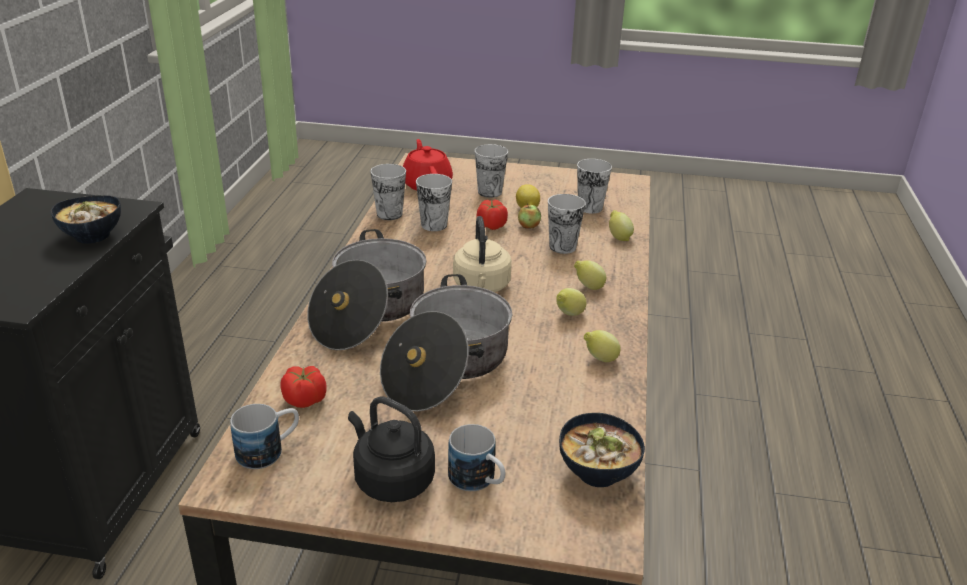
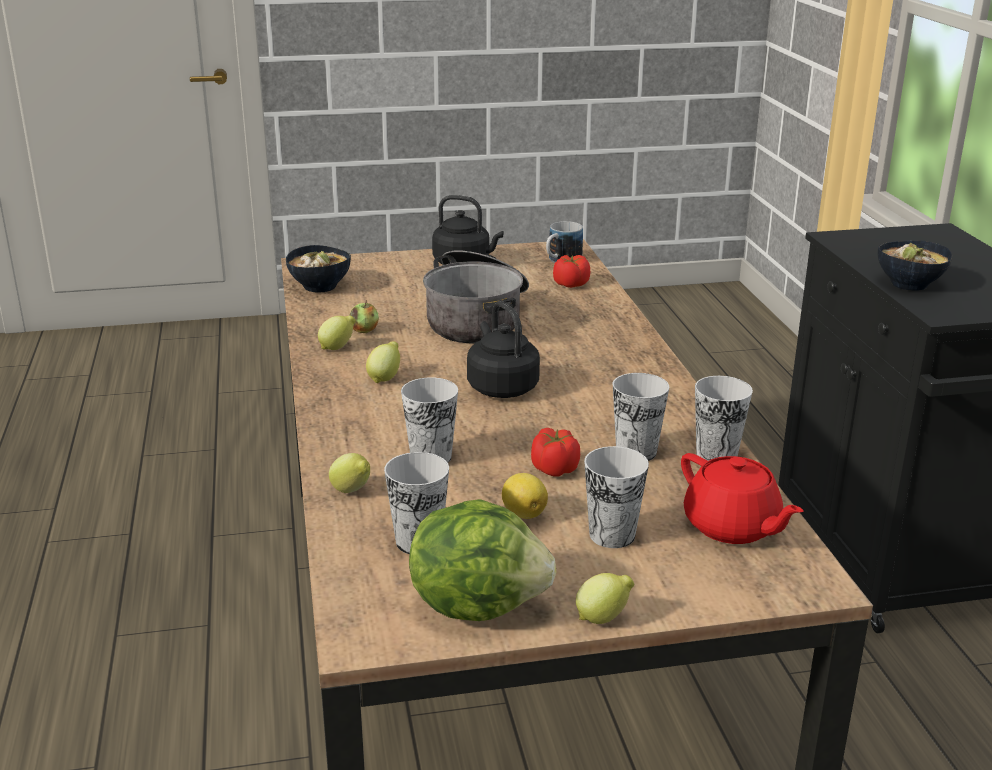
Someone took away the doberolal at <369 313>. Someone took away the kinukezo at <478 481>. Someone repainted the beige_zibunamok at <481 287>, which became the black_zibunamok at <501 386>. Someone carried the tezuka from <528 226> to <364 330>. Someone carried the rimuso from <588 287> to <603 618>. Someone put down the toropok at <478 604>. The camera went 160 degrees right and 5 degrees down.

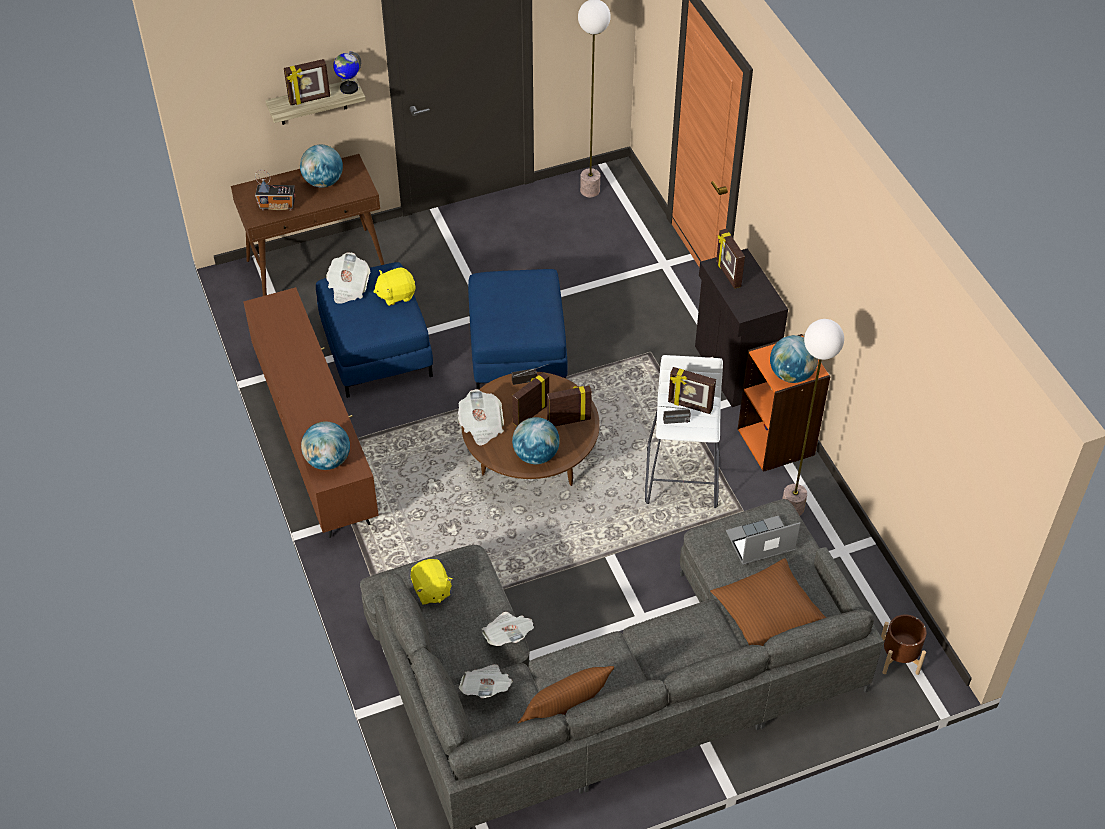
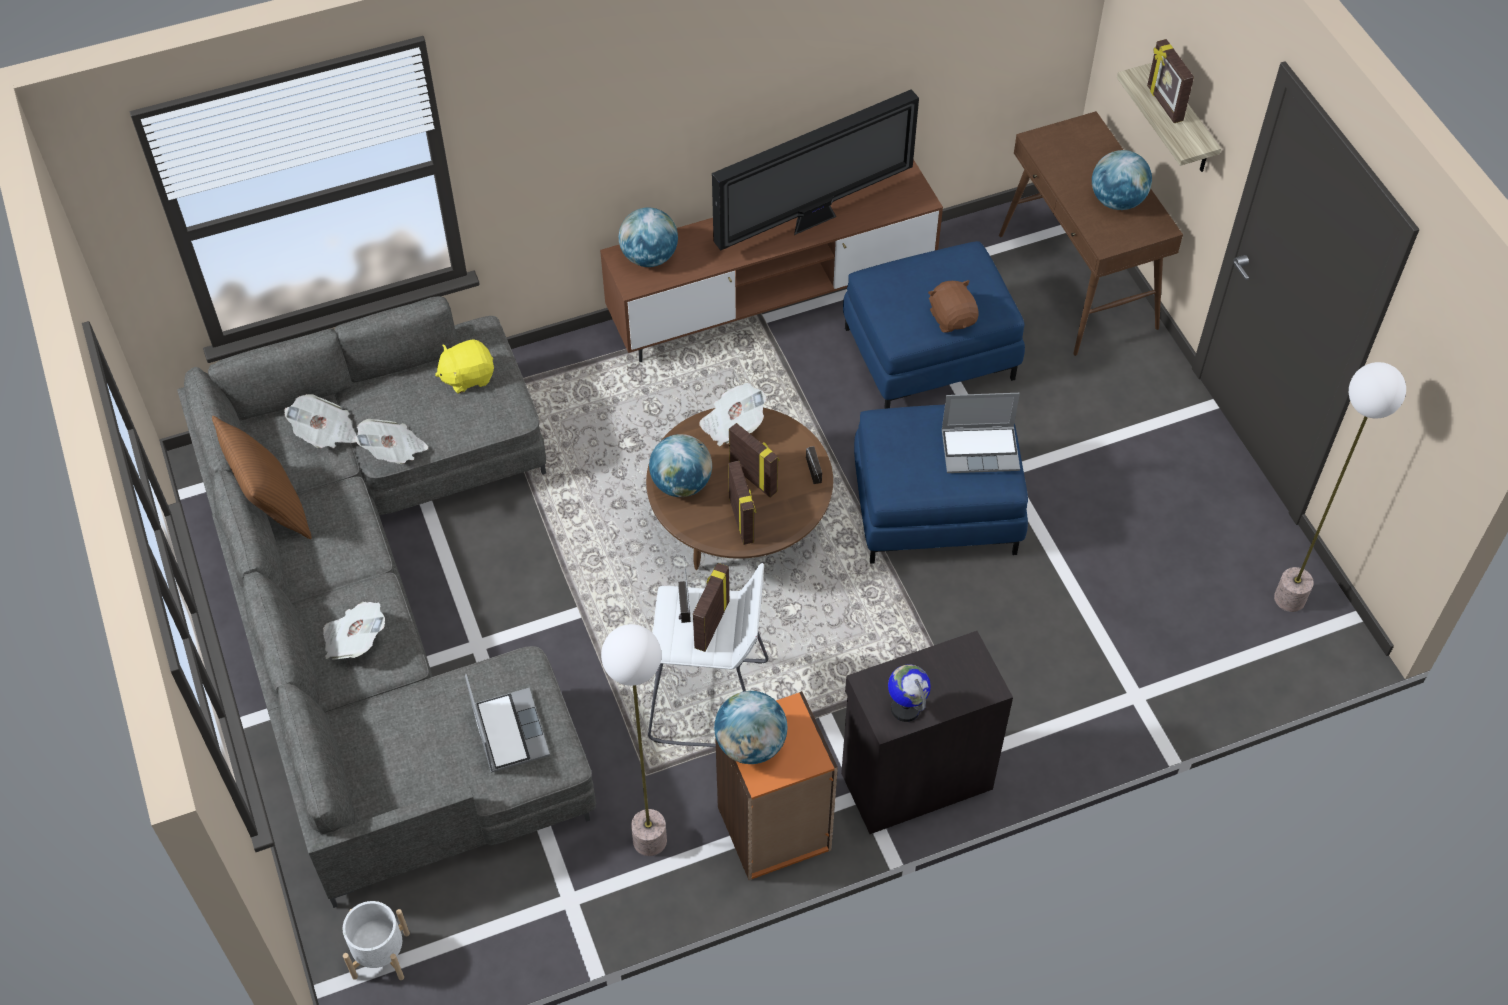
Someone took away the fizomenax at <277 206>. Someone carried the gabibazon from <348 288> to <355 640>. Someone carried the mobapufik from <348 88> to <905 708>. Someone repainted the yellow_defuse at <396 295>, which became the brown_defuse at <952 318>. Someone took away the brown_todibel at <768 614>. Someone took away the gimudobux at <727 274>. Someone repainted the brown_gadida at <899 658>, which became the white_gadida at <381 955>. Someone put down the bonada at <814 220>. Someone put down the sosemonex at <981 449>. The camera went 90 degrees right and 5 degrees up.

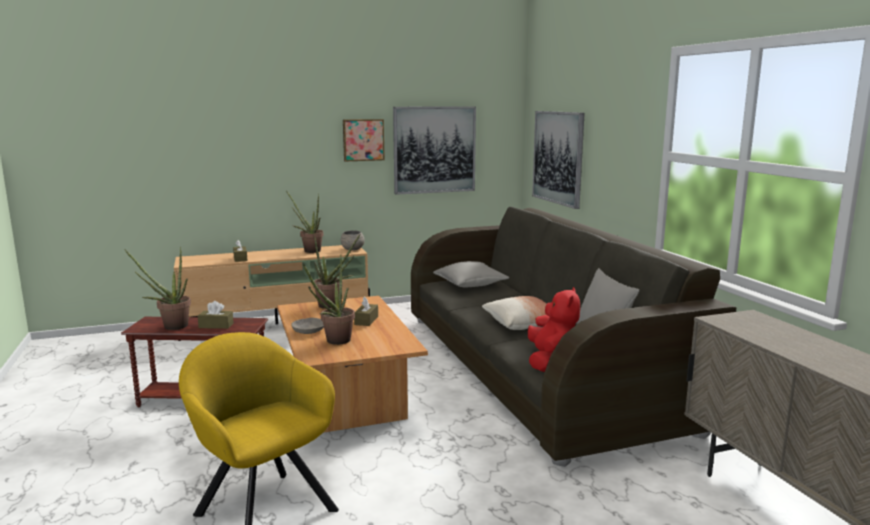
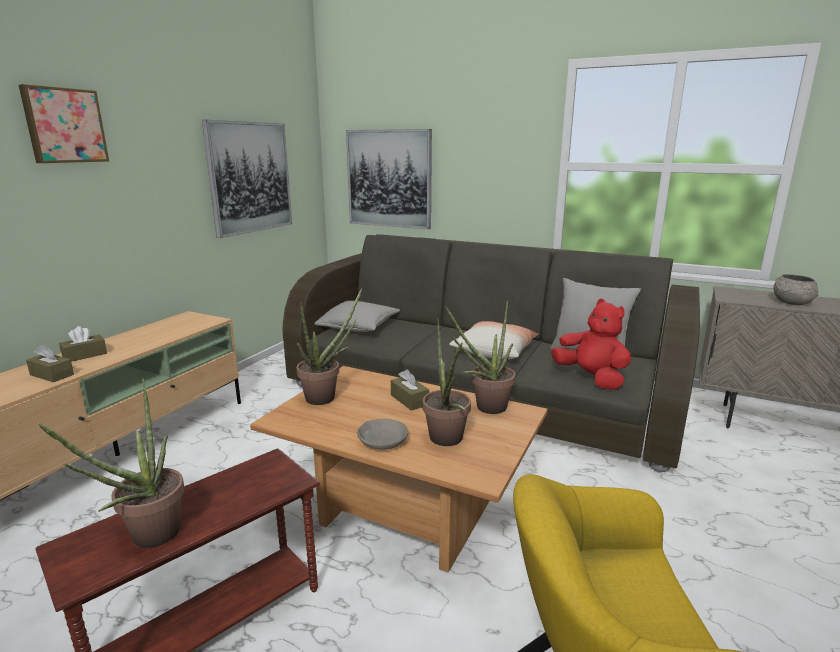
Someone carried the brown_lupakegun from <216 325> to <85 355>. Someone carried the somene from <309 250> to <485 408>. Someone carried the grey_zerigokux from <353 249> to <791 303>. Someone carried the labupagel from <363 140> to <64 125>. The camera went 45 degrees left and 5 degrees up.

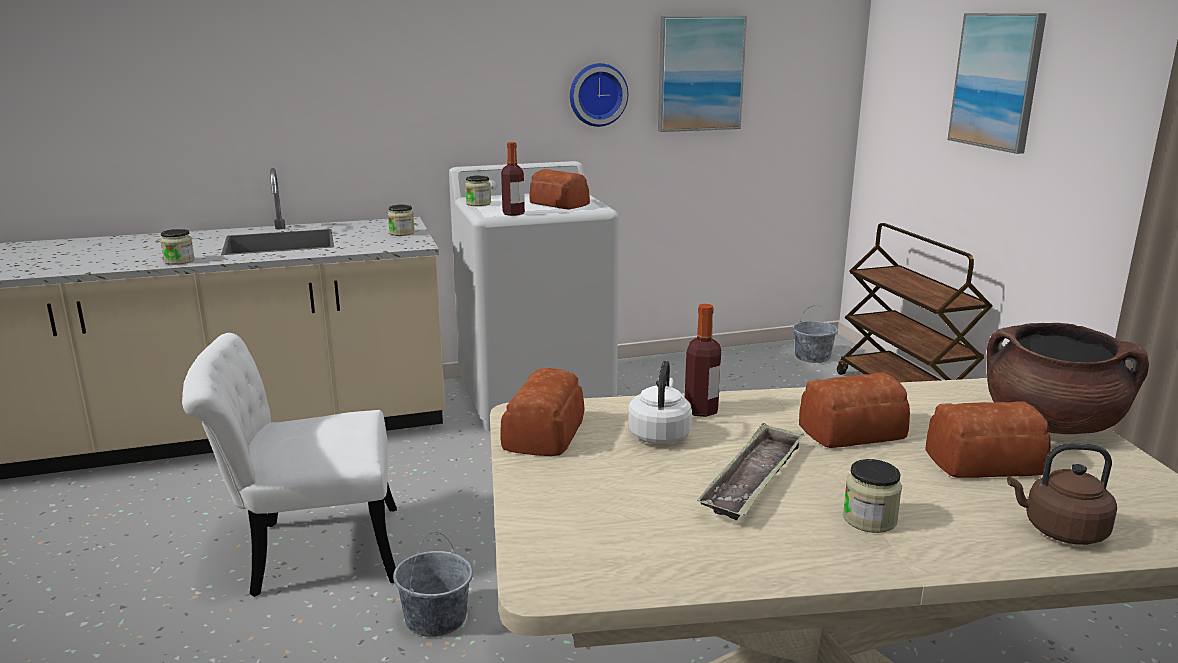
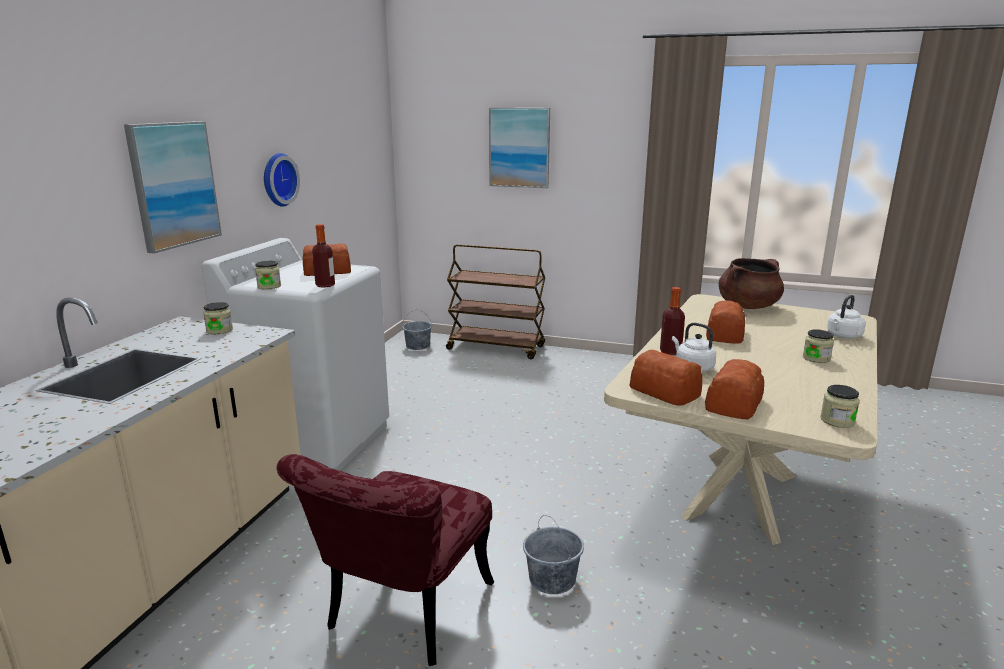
Someone carried the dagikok from <179 261> to <837 421>. Someone repainted the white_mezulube at <308 553>, which became the red_mezulube at <402 617>. Someone carried the labupagel from <700 73> to <174 184>. Someone took away the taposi at <753 479>. Someone carried the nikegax from <980 461> to <732 404>. Someone repainted the brown_zibunamok at <1060 531>, which became the white_zibunamok at <843 336>. The camera went 55 degrees left and 0 degrees up.

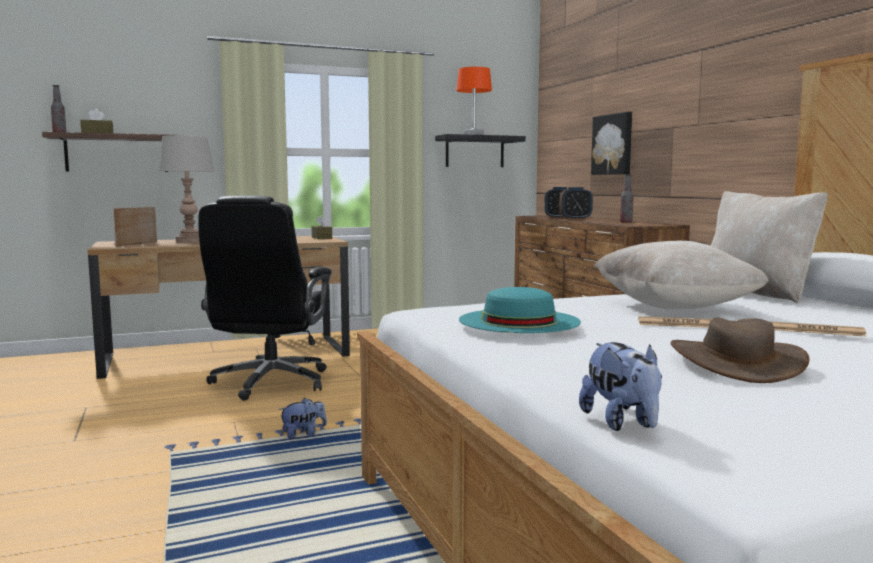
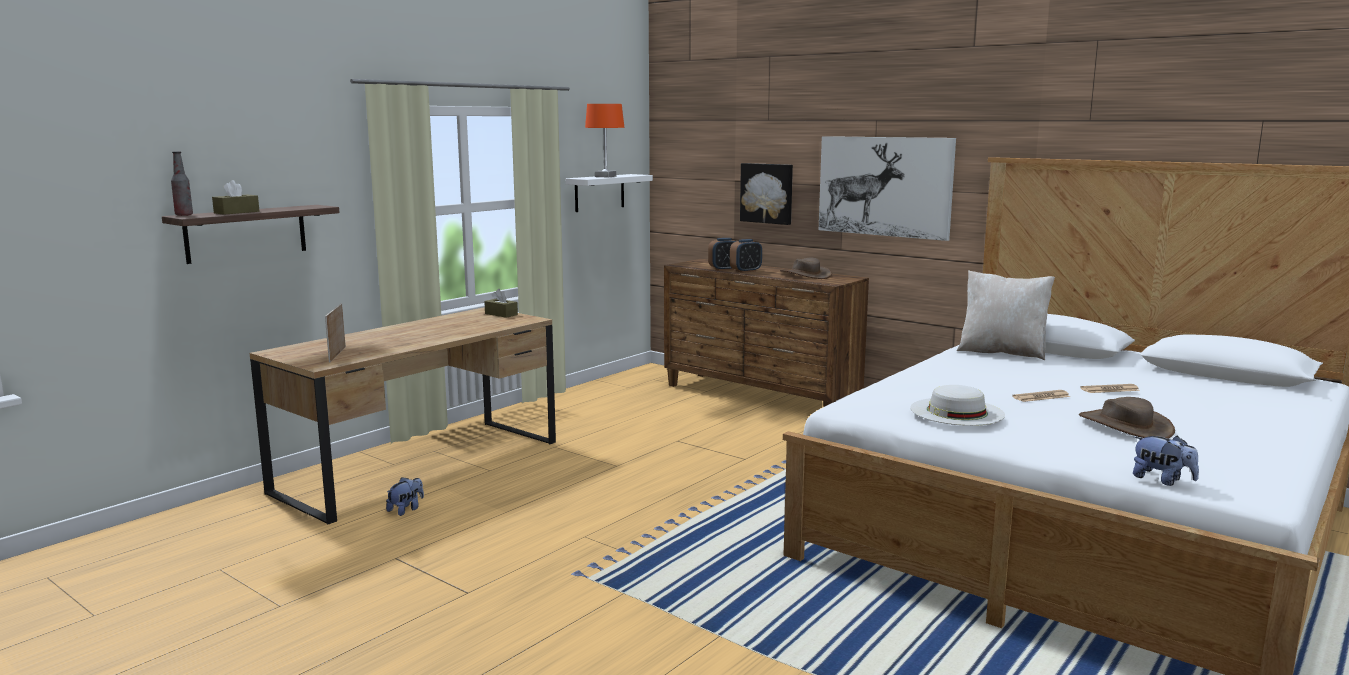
Someone took away the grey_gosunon at <190 241>. Someone took away the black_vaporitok at <270 383>. Someone carried the defuse from <303 434> to <406 510>. Someone repainted the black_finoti at <474 151>, which became the white_finoti at <599 192>. Someone repainted the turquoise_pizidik at <519 321>, which became the white_pizidik at <957 411>. Someone took away the beige_todibel at <674 307>. Someone swapped the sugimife at <626 222> for the brown_pizidik at <805 275>. Someone put up the labupagel at <884 186>. The camera went 30 degrees left and 5 degrees up.

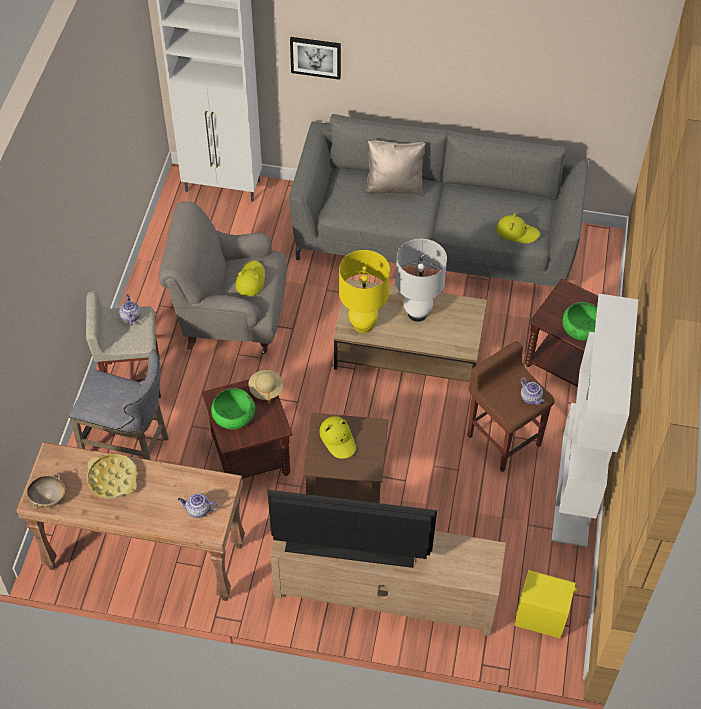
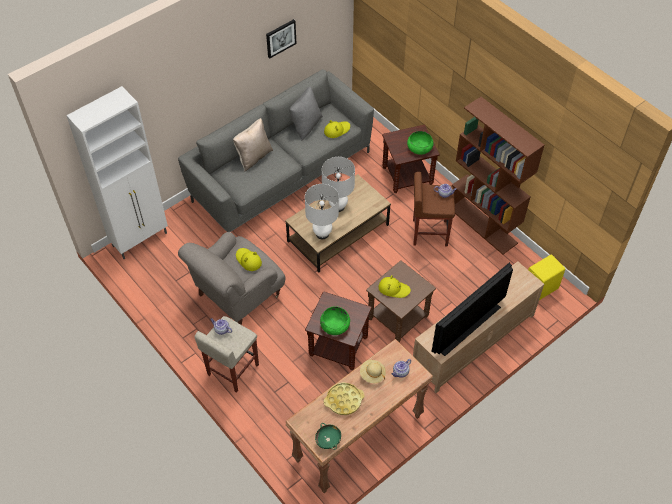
Someone repainted the beige_zerigokux at <48 497>, which became the green_zerigokux at <328 440>. Someone took away the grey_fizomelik at <130 447>. Someone carried the beige_pizidik from <266 389> to <372 374>. Someone carried the labupagel from <316 57> to <280 38>. Someone repainted the yellow_gosunon at <363 325>, which became the white_gosunon at <322 234>. Someone repainted the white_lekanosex at <575 490>, which became the brown_lekanosex at <483 225>. Someone put down the grey_todibel at <306 126>. The camera went 50 degrees left and 0 degrees up.

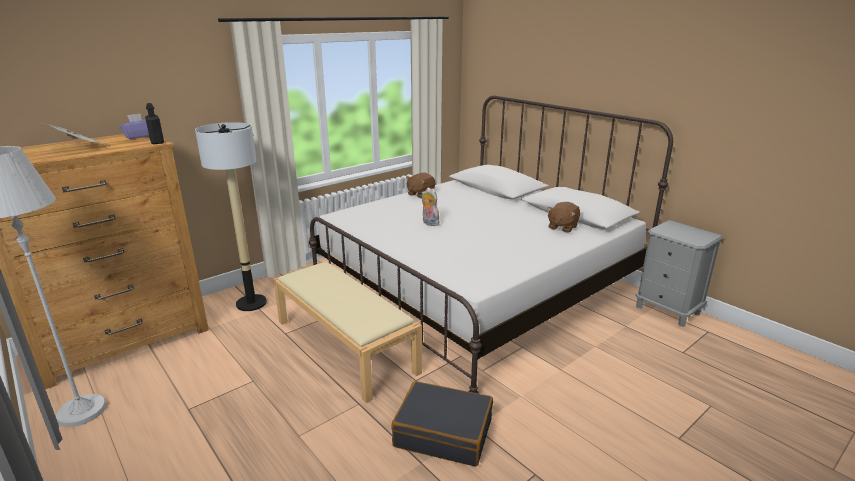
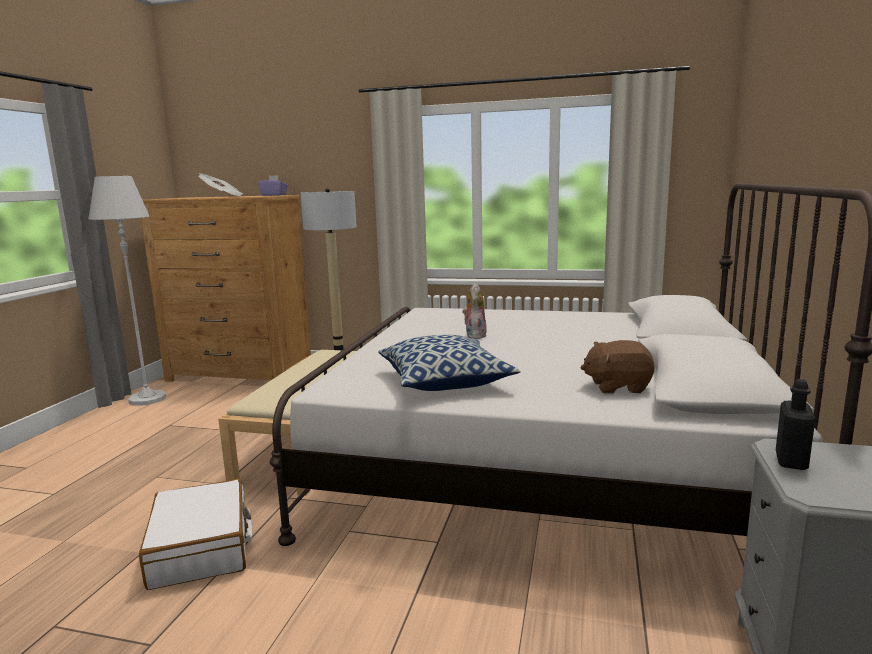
Someone carried the black_sugimife from <157 142> to <791 461>. Someone repainted the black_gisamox at <443 433>, which became the white_gisamox at <202 547>. Someone took away the brown_defuse at <420 194>. Someone put down the todibel at <445 381>. The camera went 55 degrees right and 10 degrees down.

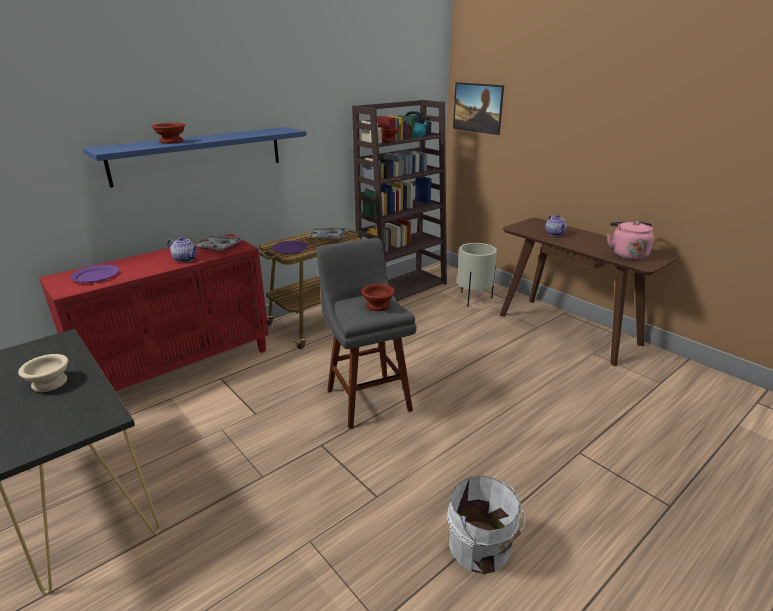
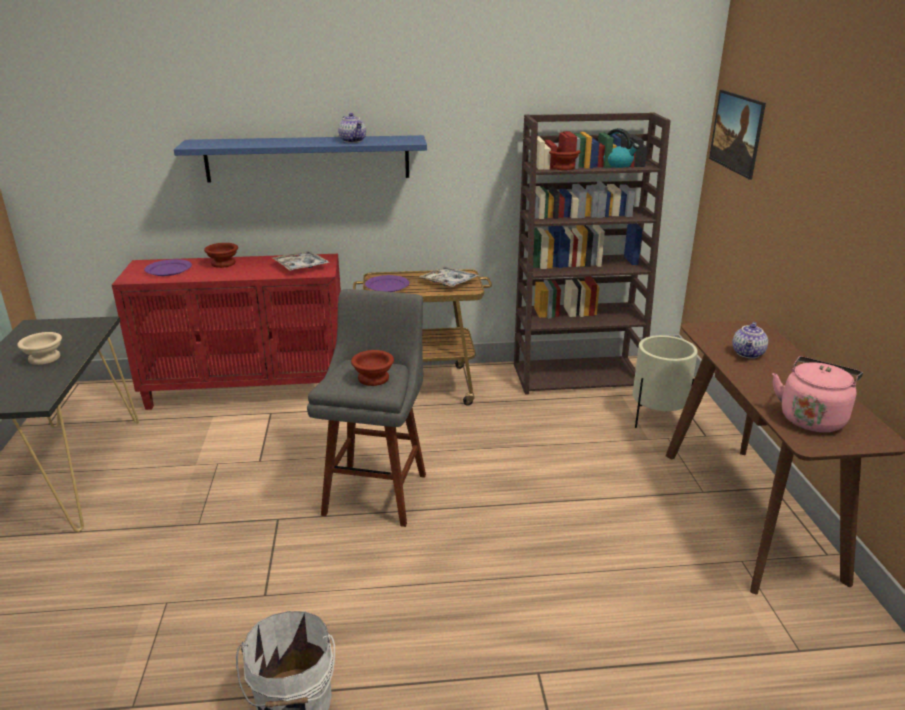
Someone carried the brown_zerigokux from <171 142> to <223 264>. Someone carried the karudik from <186 259> to <353 141>. The camera went 35 degrees right and 0 degrees up.

